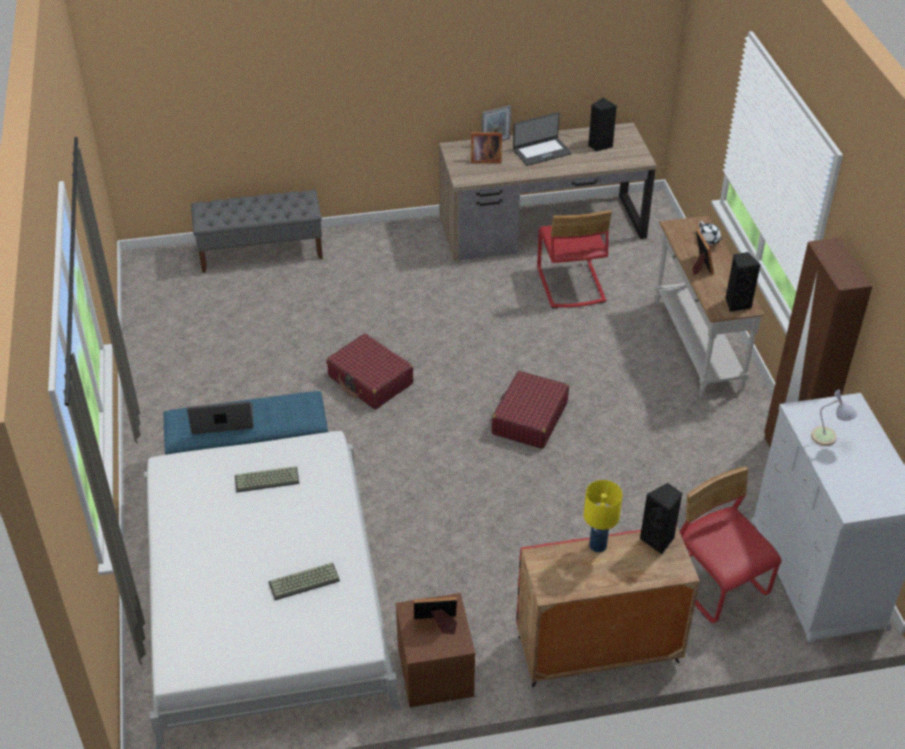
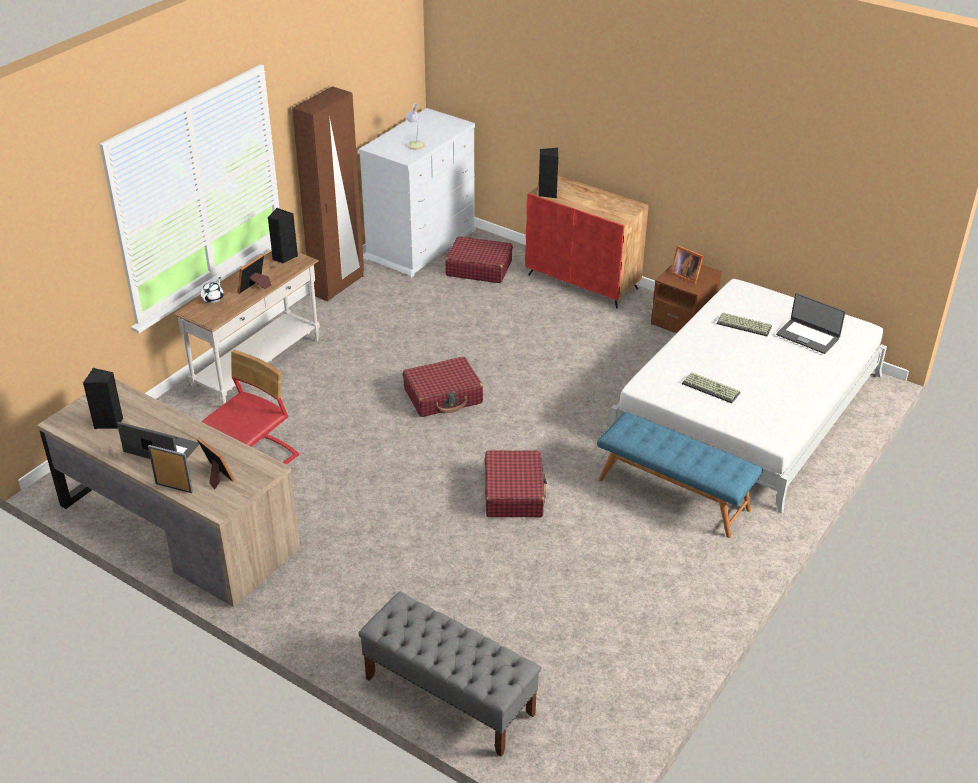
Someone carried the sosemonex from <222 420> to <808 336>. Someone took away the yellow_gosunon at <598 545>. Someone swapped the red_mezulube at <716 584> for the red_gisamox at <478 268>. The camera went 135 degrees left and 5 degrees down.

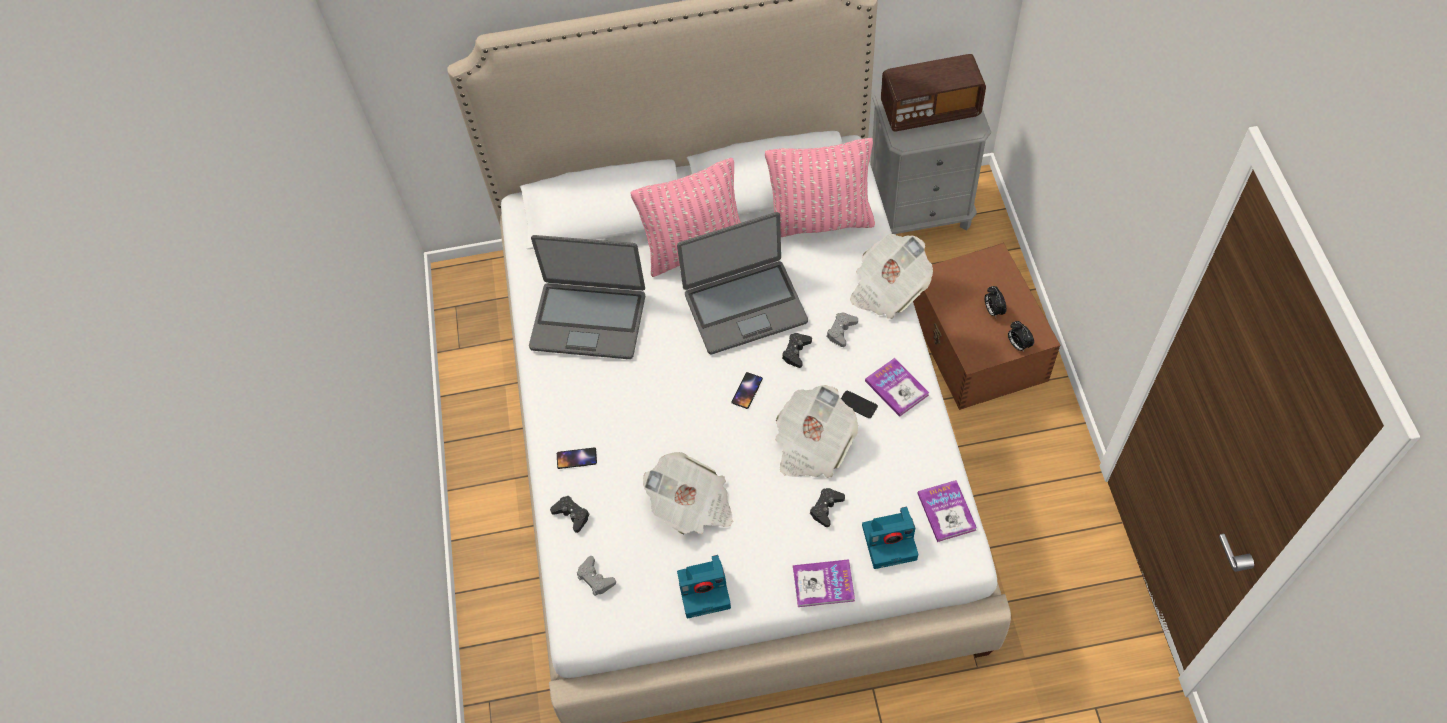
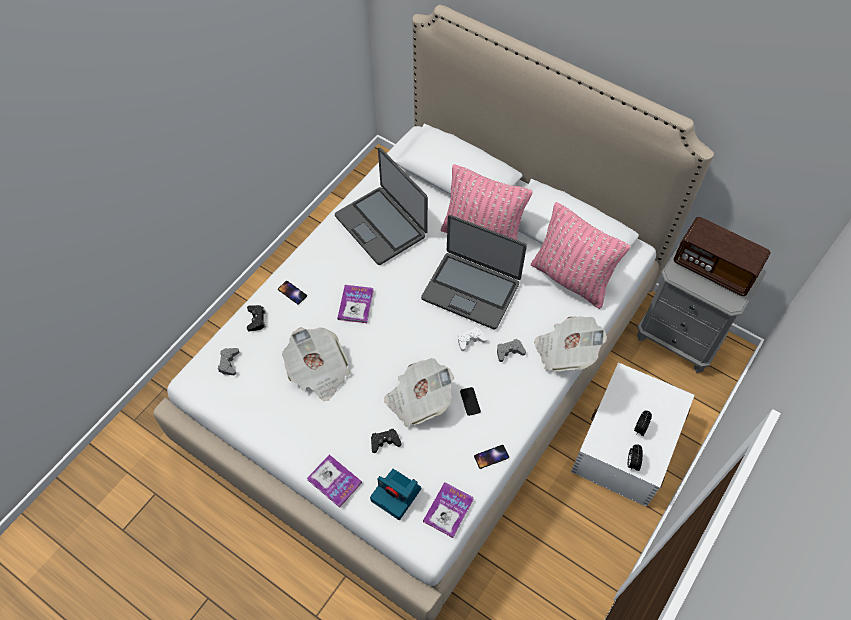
Someone took away the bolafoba at <705 589>. Someone carried the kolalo from <747 390> to <491 457>. Someone repainted the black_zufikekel at <796 352>, which became the white_zufikekel at <470 340>. Someone carried the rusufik from <896 388> to <355 304>. Someone repainted the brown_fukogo at <977 345>, which became the white_fukogo at <625 445>. The camera went 40 degrees right and 0 degrees up.

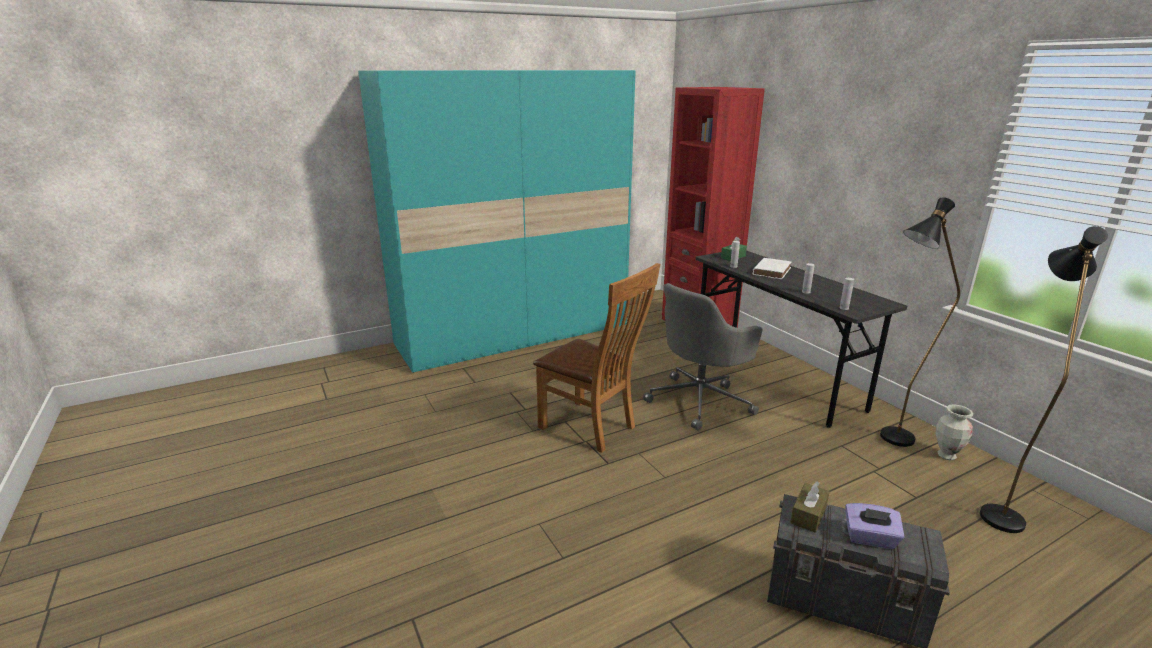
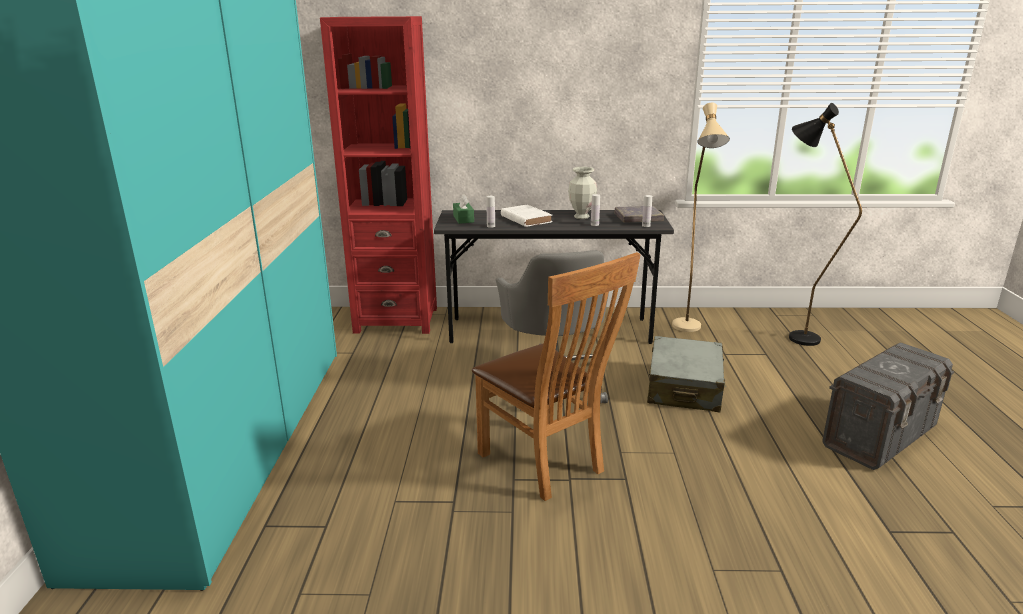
Someone rotated the brown_mezulube at <592 428> by 75 degrees clockwise. Someone took away the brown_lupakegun at <808 515>. Someone took away the purple_lupakegun at <870 538>. Someone repainted the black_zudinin at <889 441>, which became the beige_zudinin at <688 330>. Someone carried the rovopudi from <946 455> to <581 217>. Someone put down the grey_rusufik at <638 217>. Someone put down the grey_gisamox at <684 387>. The camera went 60 degrees left and 0 degrees up.

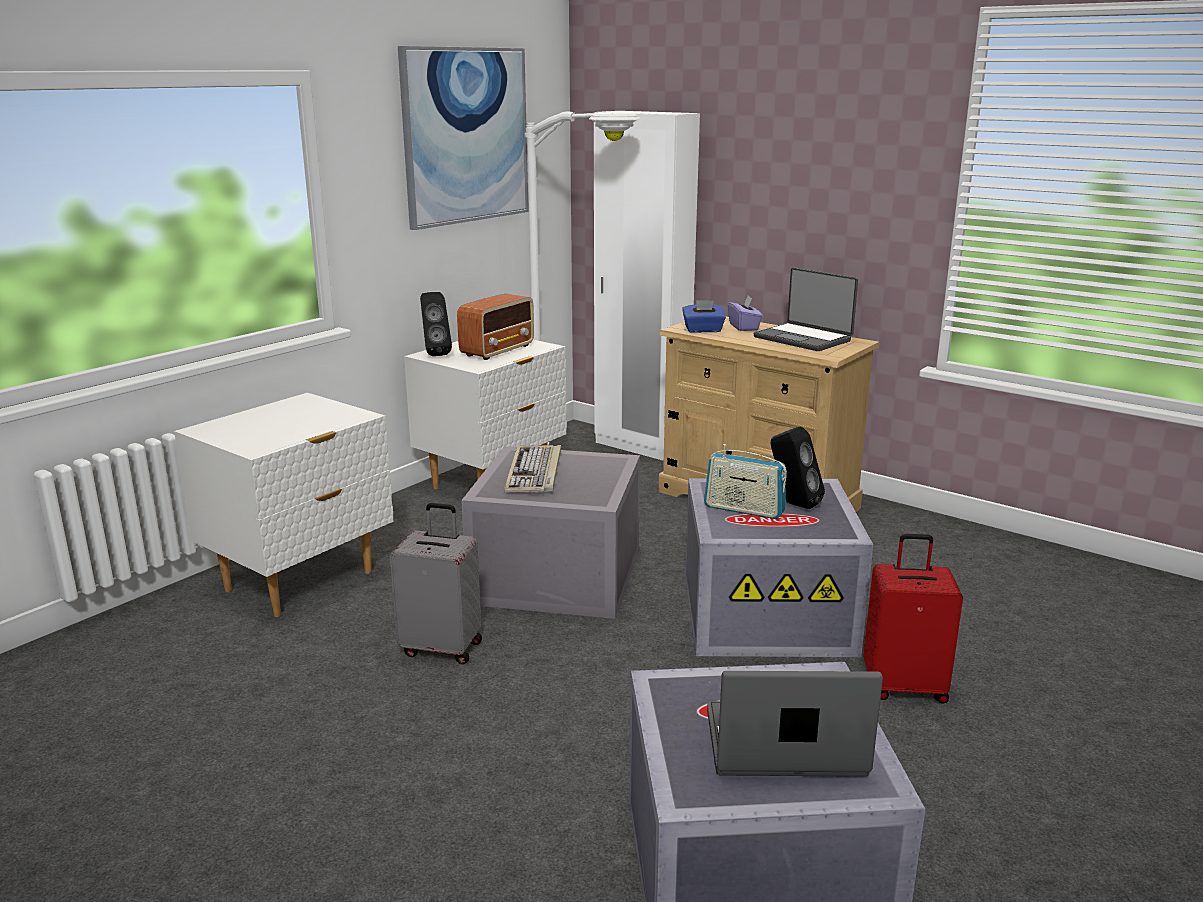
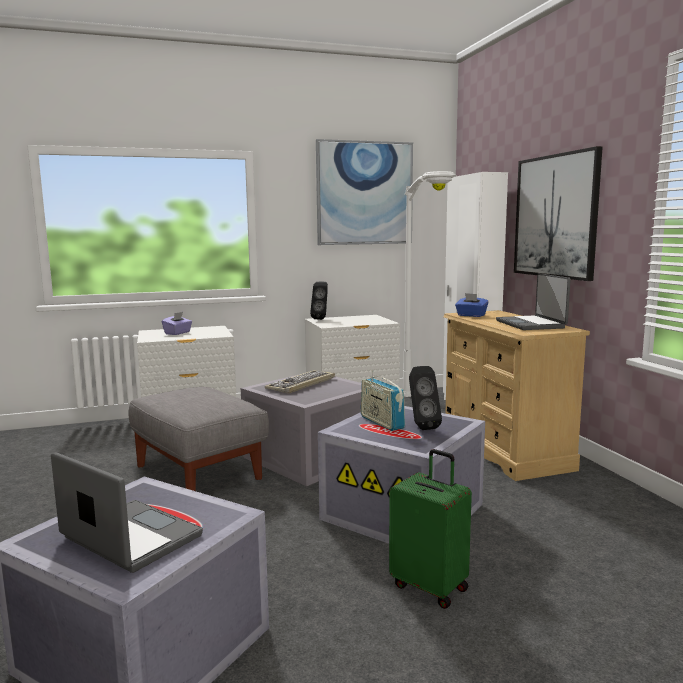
Someone swapped the grey_gisamox at <442 647> for the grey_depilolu at <199 473>. Someone took away the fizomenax at <498 350>. Someone carried the purple_lupakegun from <744 327> to <178 333>. Someone repainted the red_gisamox at <904 686>, which became the green_gisamox at <430 586>. Someone put up the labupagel at <555 216>. The camera went 35 degrees right and 10 degrees down.

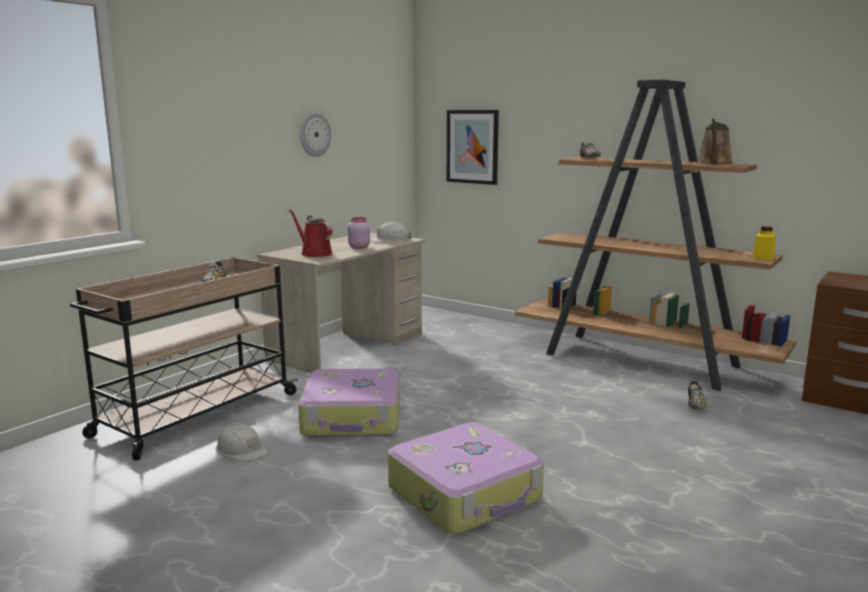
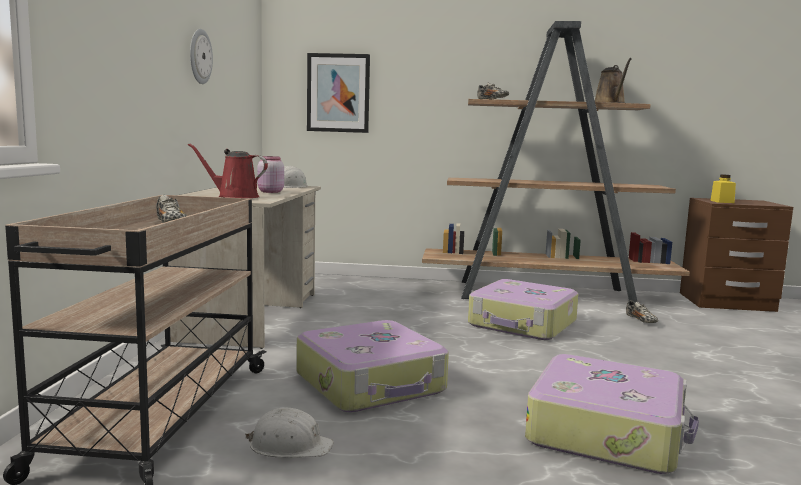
Someone carried the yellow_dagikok from <763 257> to <722 201>. Someone put down the gisamox at <523 324>. The camera went 30 degrees left and 5 degrees down.

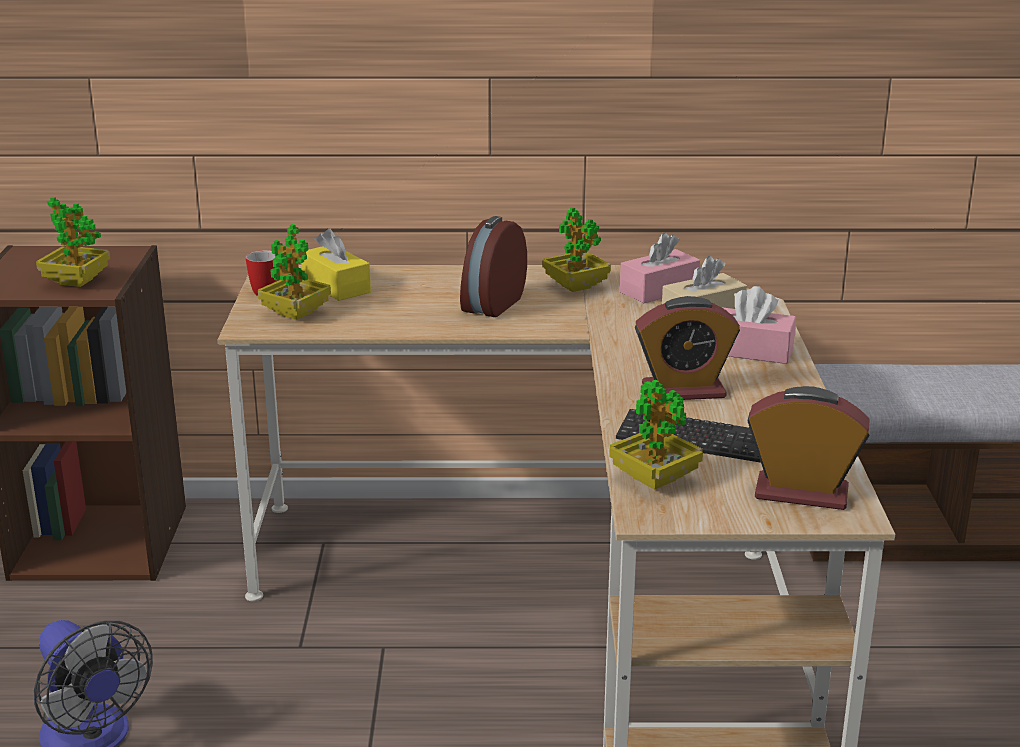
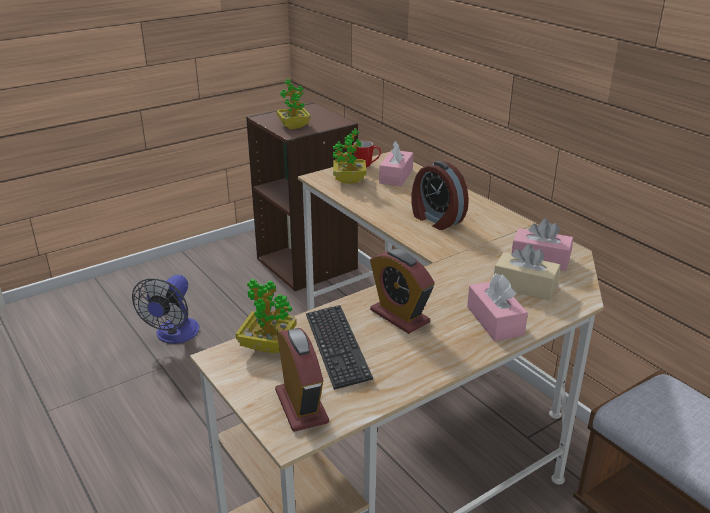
Someone repainted the yellow_lupakegun at <336 286>, which became the pink_lupakegun at <396 176>. Someone rotated the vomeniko at <491 304> by 120 degrees counterclockwise. Someone took away the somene at <576 286>. The camera went 55 degrees right and 5 degrees up.

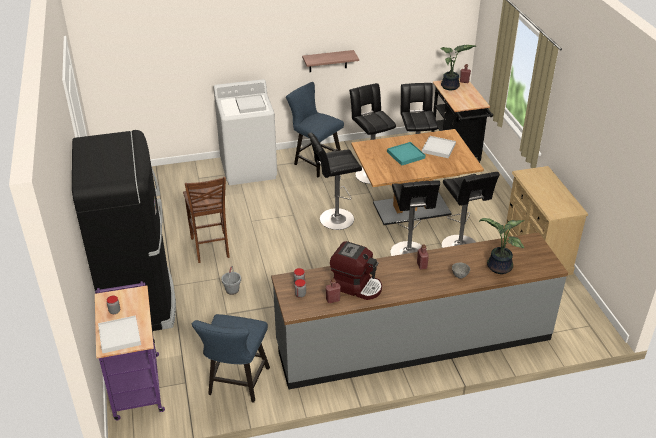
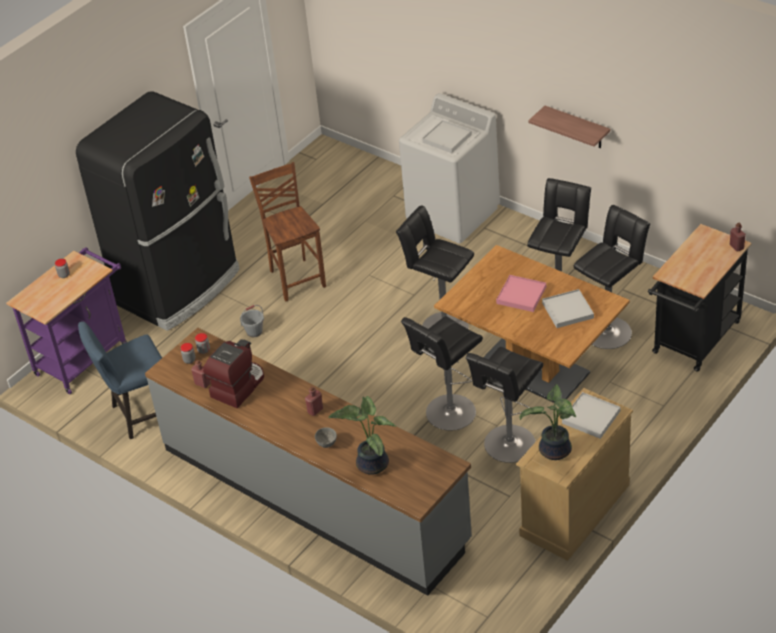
Someone carried the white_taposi from <119 336> to <591 417>. Someone rotated the brown_mezulube at <210 248> by 120 degrees clockwise. Someone took away the blue_mezulube at <315 162>. Someone rotated the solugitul at <356 286> by 135 degrees counterclockwise. Someone repainted the turquoise_taposi at <405 155>, which became the pink_taposi at <521 295>. Someone carried the somene from <450 87> to <554 452>. The camera went 55 degrees right and 5 degrees up.

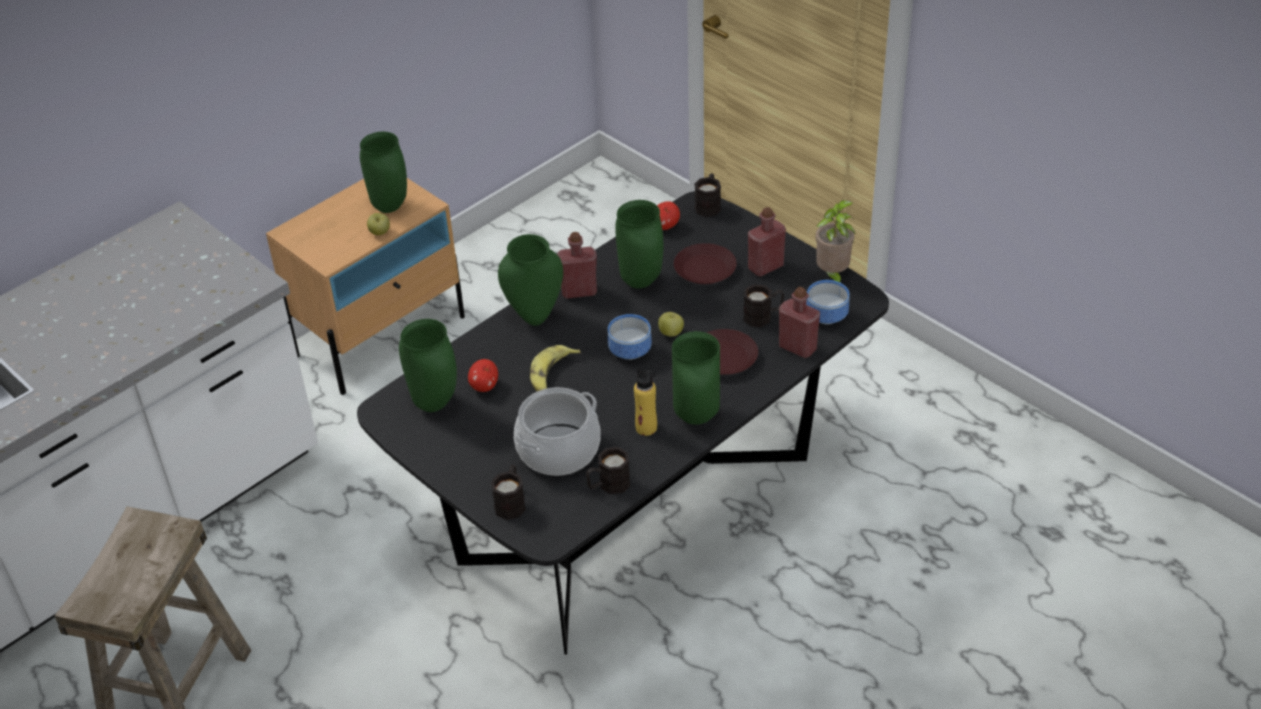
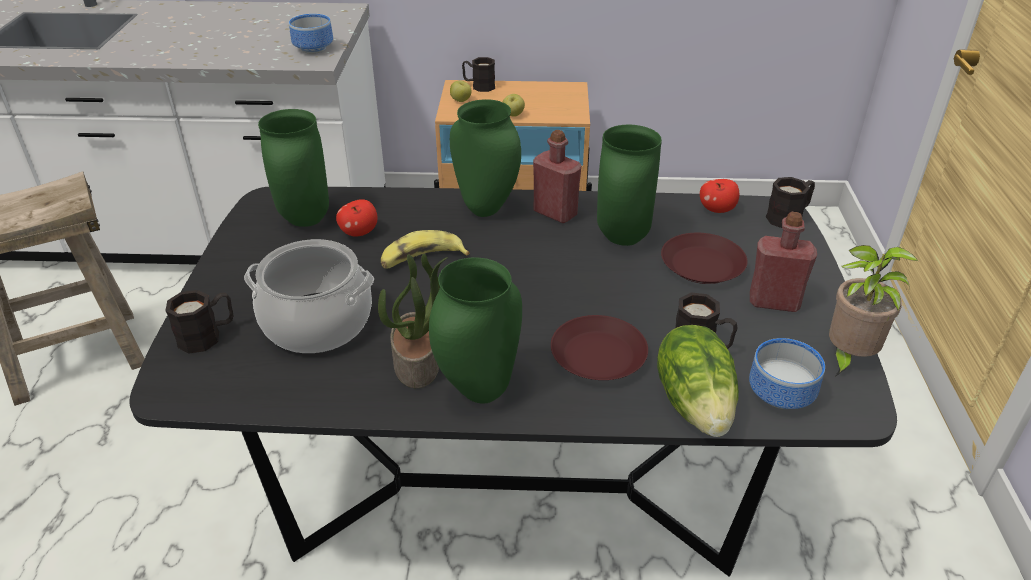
Someone took away the green_rovopudi at <389 207>. Someone carried the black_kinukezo from <608 485> to <479 86>. Someone carried the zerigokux from <628 351> to <312 48>. Someone swapped the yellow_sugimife at <646 428> for the somene at <418 363>. Someone carried the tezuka from <671 333> to <461 101>. Someone swapped the red_sugimife at <797 347> for the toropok at <695 403>. The camera went 45 degrees right and 5 degrees down.

